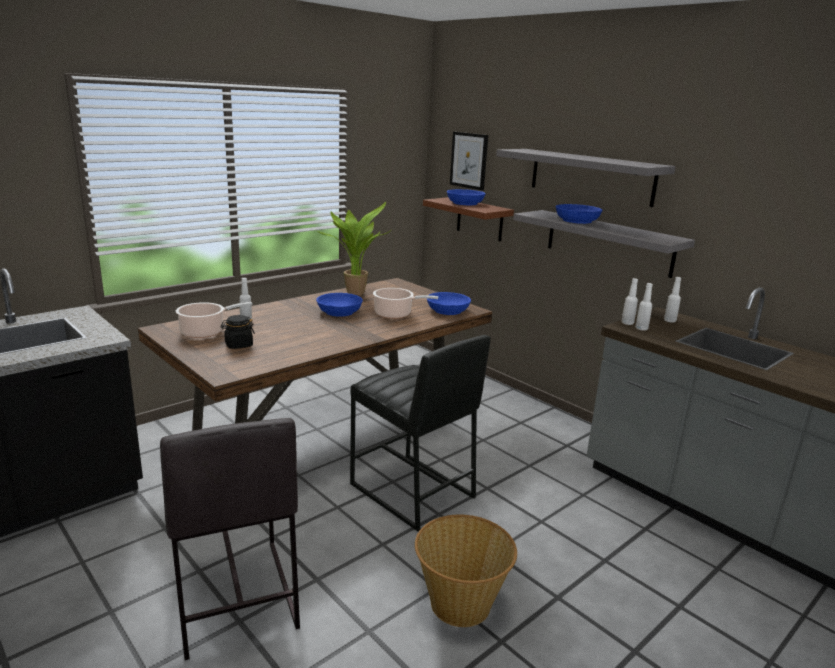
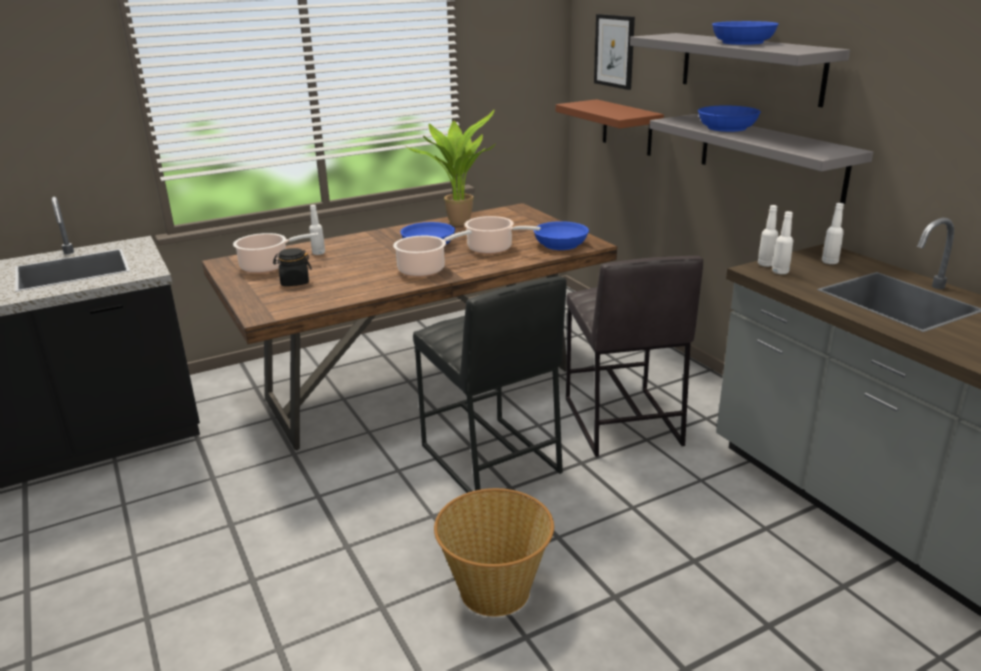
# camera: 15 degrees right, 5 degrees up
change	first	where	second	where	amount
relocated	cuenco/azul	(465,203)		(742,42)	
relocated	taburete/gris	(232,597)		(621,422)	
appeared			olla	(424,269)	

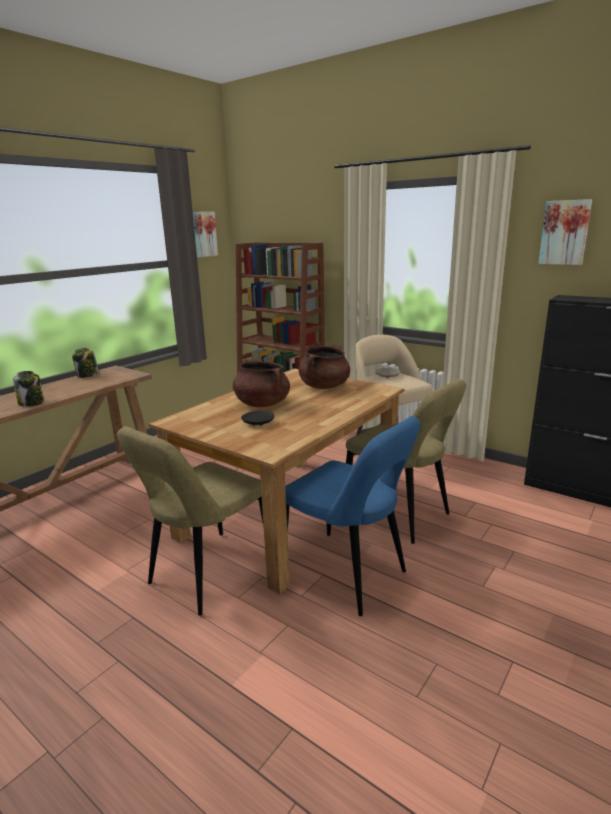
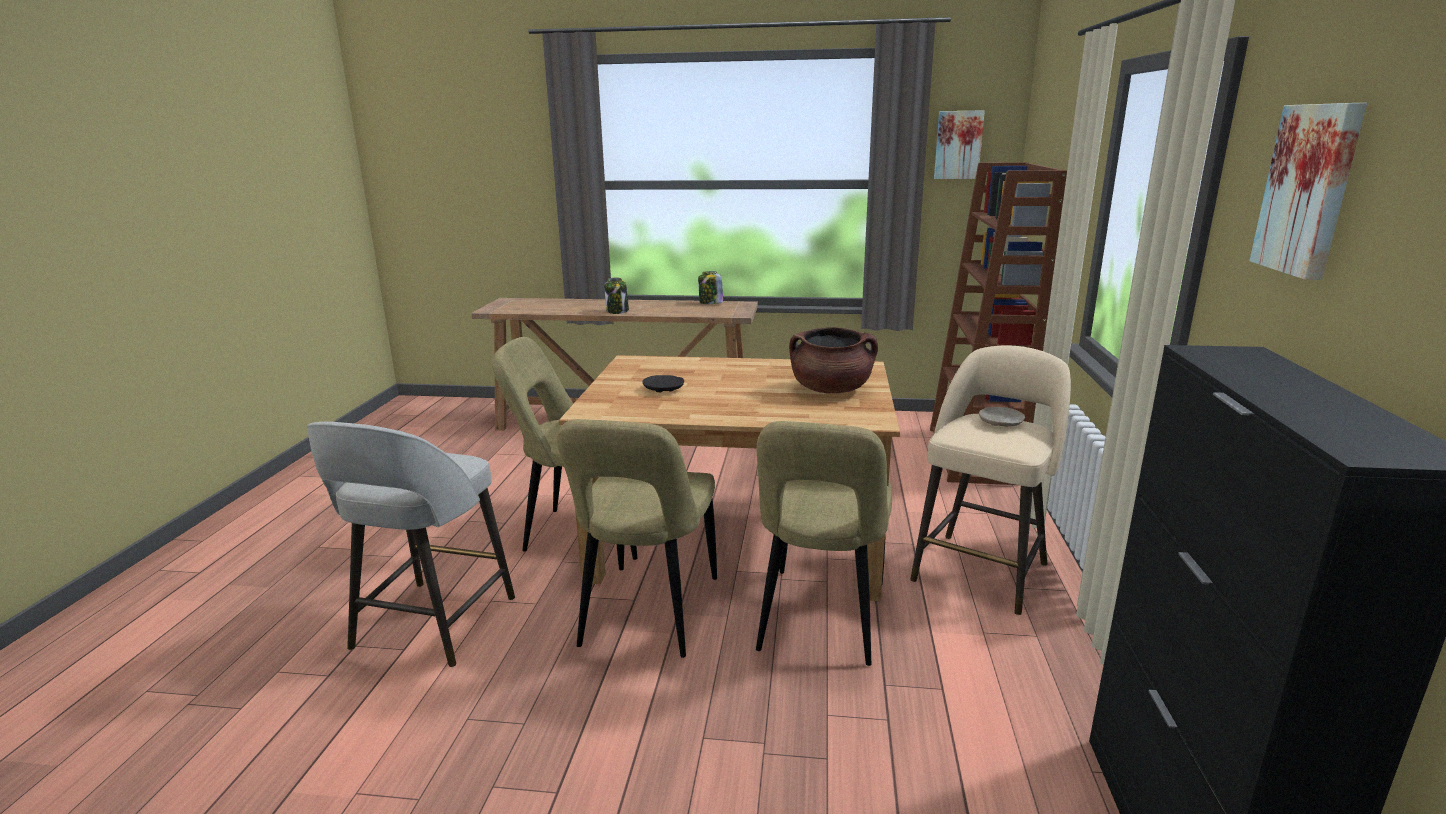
# camera: 60 degrees right, 0 degrees up
change	first	where	second	where	amount
missing	olla/marrón	(262,404)			
colour	silla/azul	(347,574)	silla/beis	(647,615)	
appeared			taburete/gris	(431,625)	

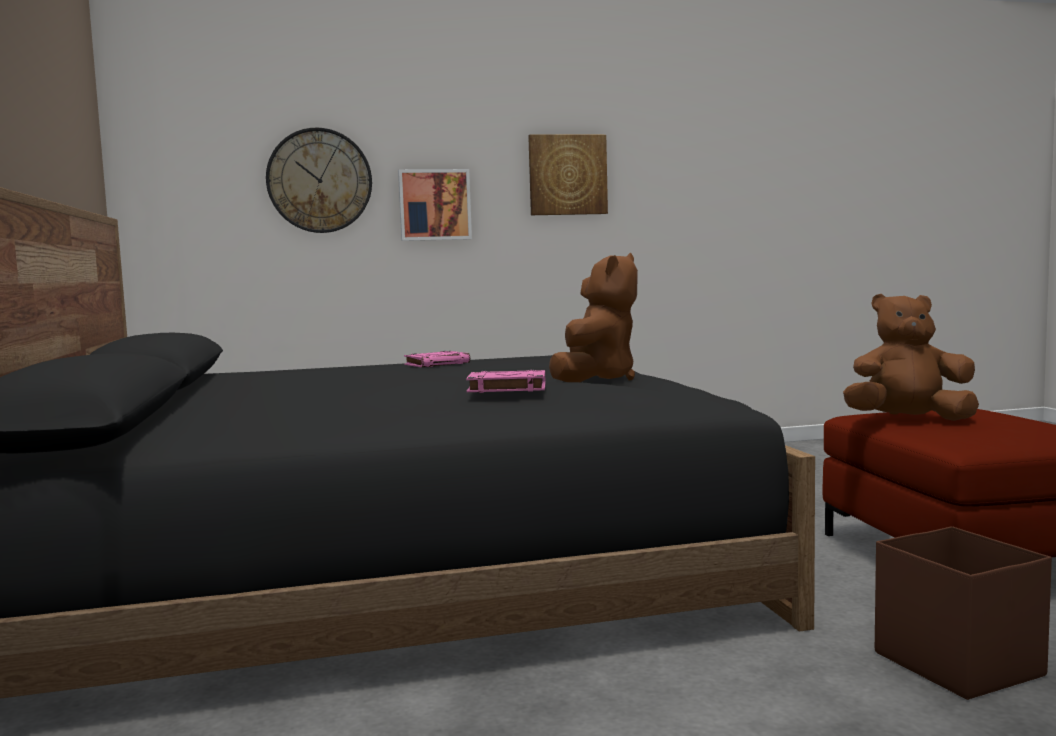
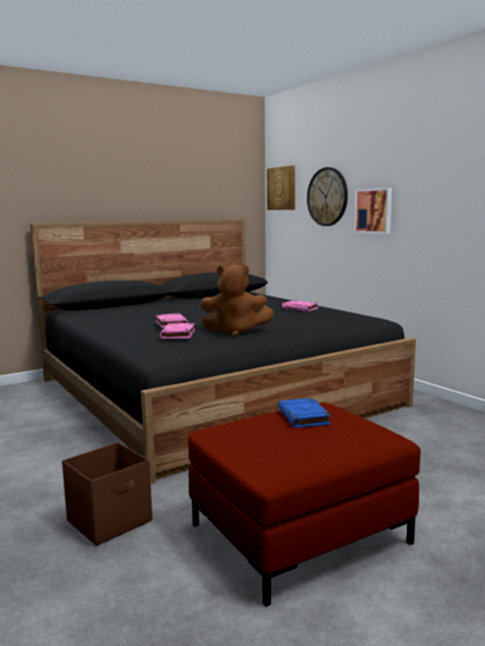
# camera: 70 degrees right, 5 degrees up
change	first	where	second	where	amount
relocated	cuadro	(567,175)		(282,188)	
exchanged	peluche/marrón	(908,420)	libro/azul	(304,417)	
appeared			libro/rosa	(178,334)	

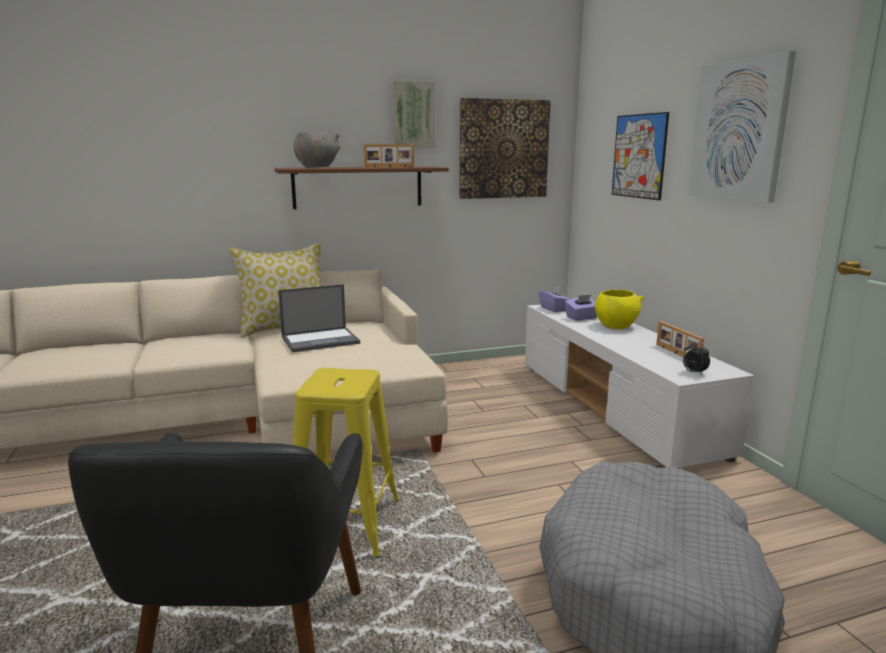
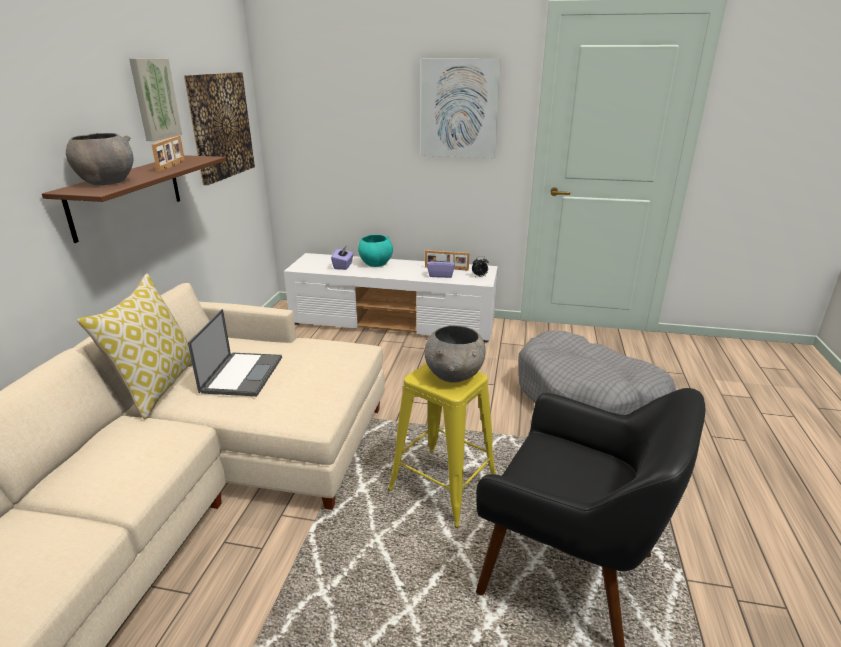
# camera: 60 degrees left, 10 degrees up
change	first	where	second	where	amount
missing	cuadro	(639,156)			
relocated	caja de pañuelos/morado	(554,309)		(440,275)	
colour	cuenco/amarillo	(615,326)	cuenco/turquesa	(375,264)	
appeared			cuenco/gris	(454,376)	

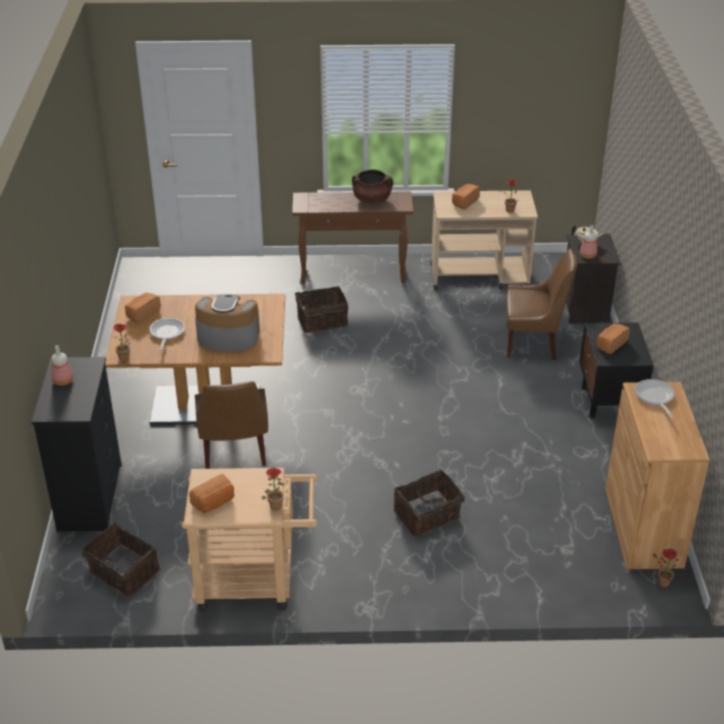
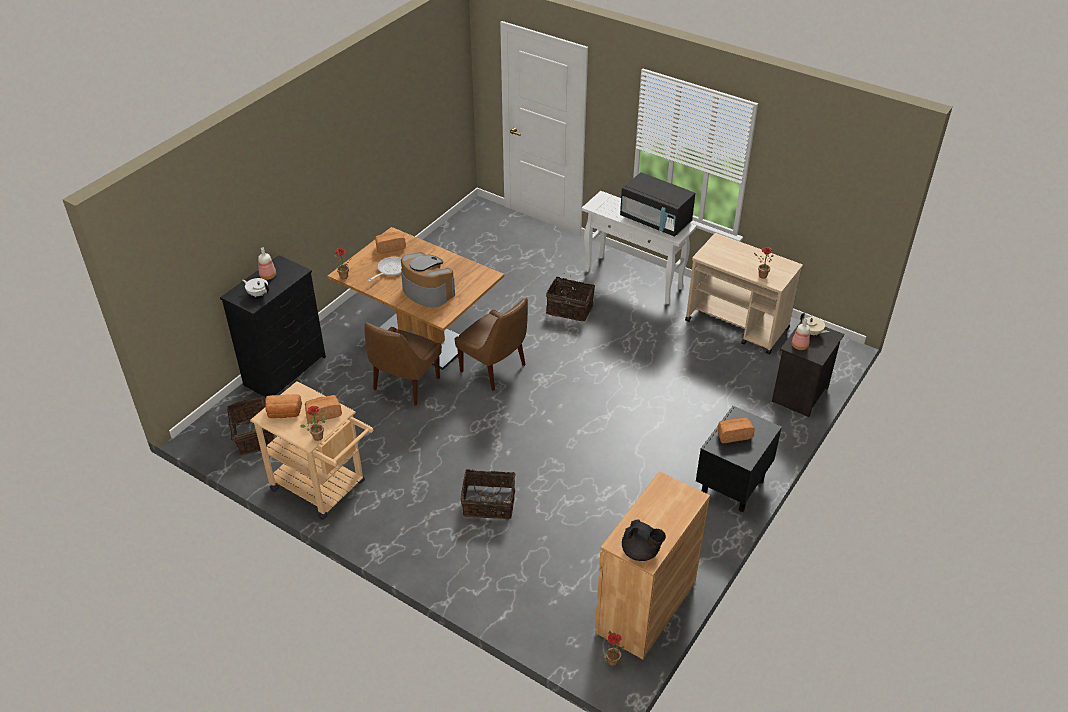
# camera: 35 degrees right, 5 degrees up
change	first	where	second	where	amount
exchanged	olla/marrón	(372,200)	microondas/negro	(655,221)	
relocated	pan	(464,202)		(323,414)	
colour	mesa consola/marrón	(353,274)	mesa consola/blanco	(634,279)	
relocated	silla/marrón	(533,343)		(495,369)	
missing	sartén	(655,397)			
appeared			tetera/blanco	(258,294)	
appeared			tetera/negro	(641,552)	

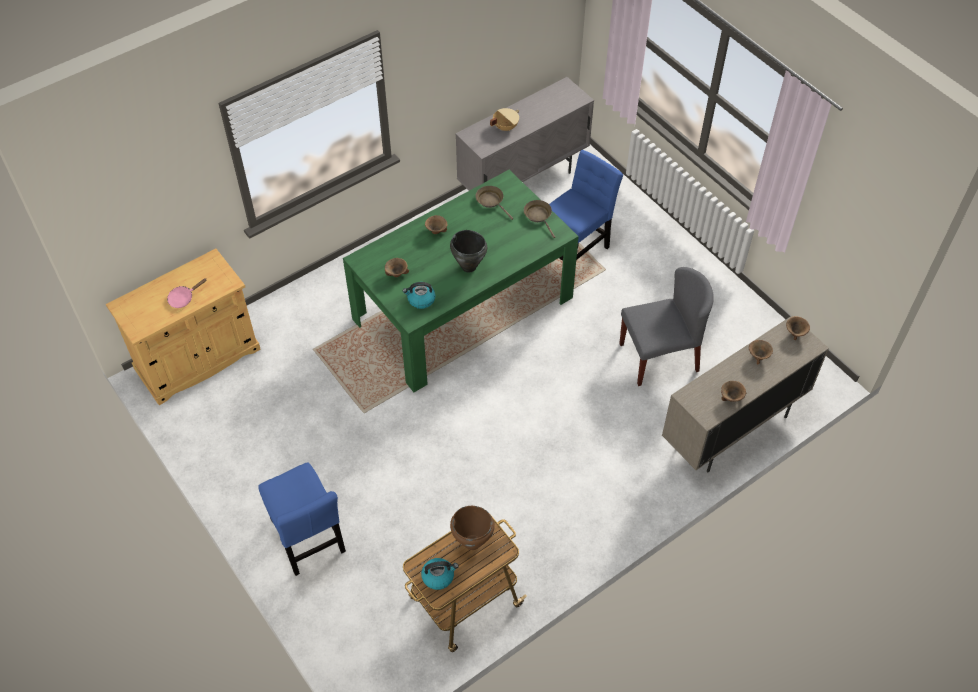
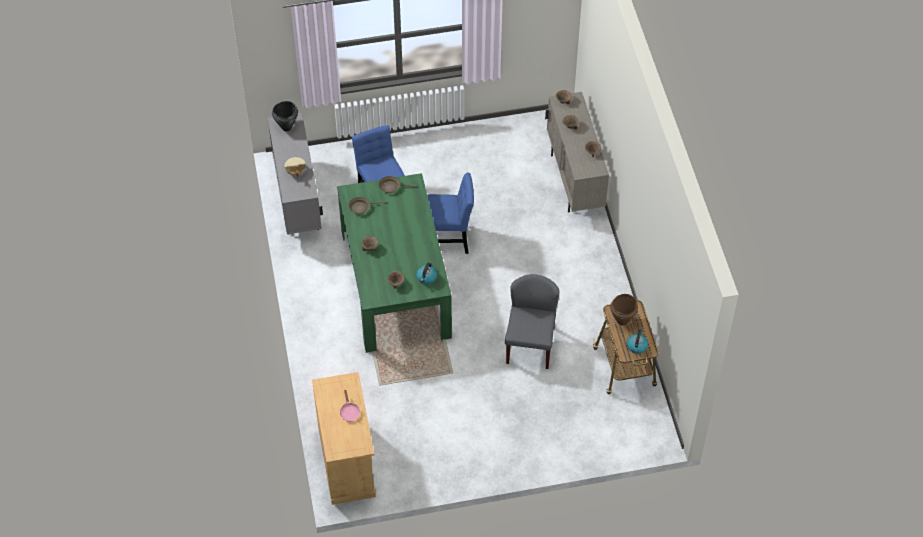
# camera: 65 degrees left, 0 degrees up
change	first	where	second	where	amount
relocated	olla/negro	(468,266)		(286,127)	
relocated	silla/gris	(659,357)		(530,345)	
relocated	silla/azul	(308,539)		(447,240)	

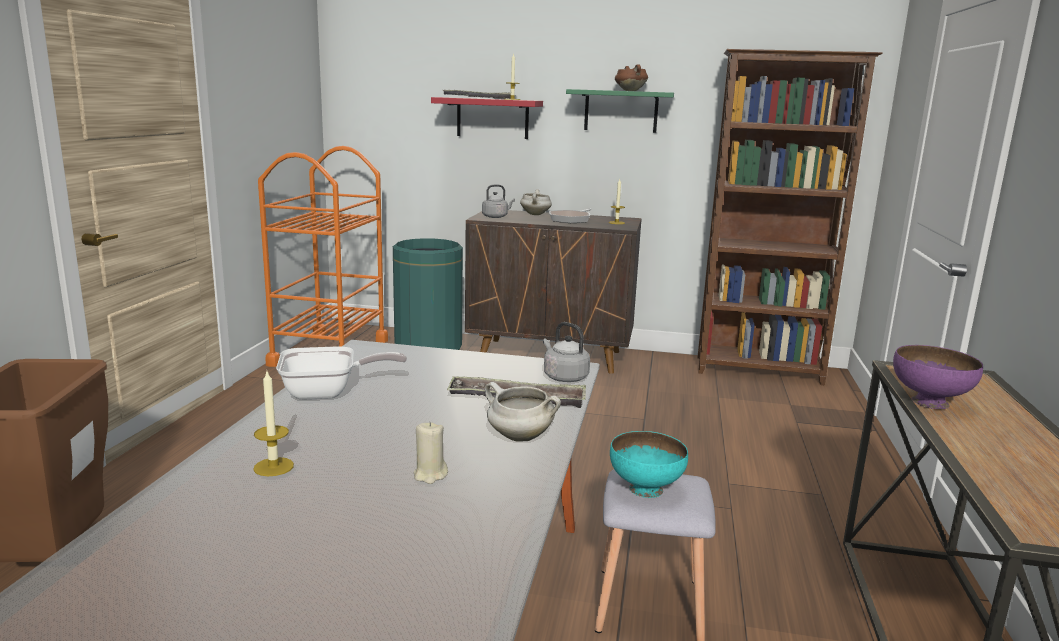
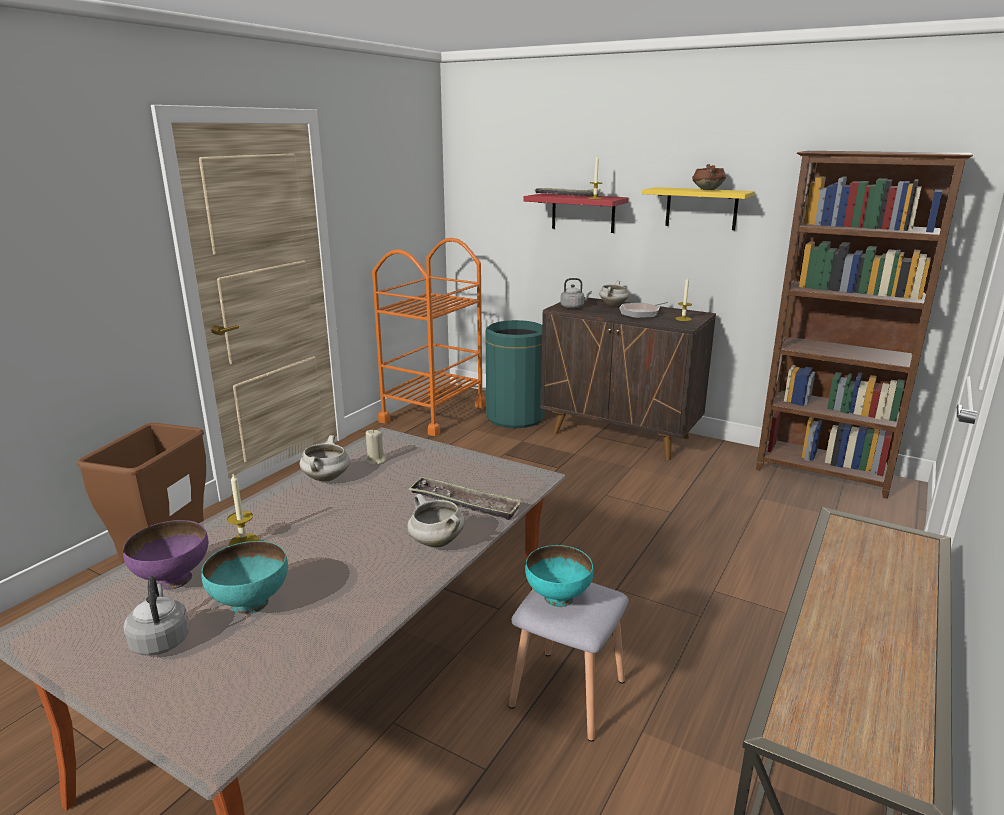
# camera: 20 degrees right, 5 degrees up
change	first	where	second	where	amount
colour	estante/verde	(621,111)	estante/amarillo	(701,208)	
relocated	hervidor/gris	(564,377)		(161,640)	
relocated	cuenco/morado	(928,402)		(173,579)	
exchanged	sartén	(328,393)	olla/blanco	(326,478)	
relocated	vela/beis	(430,475)		(375,461)	
appeared			cuenco/turquesa	(250,604)	

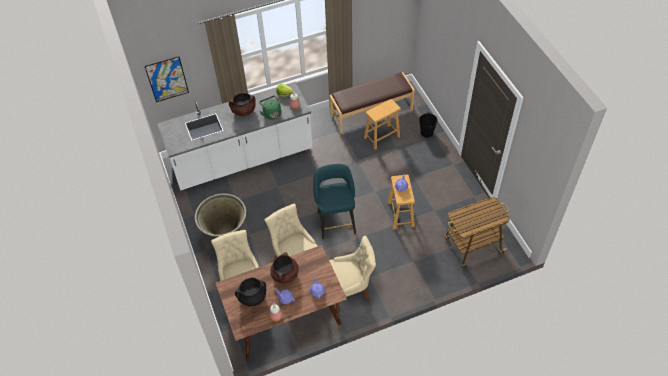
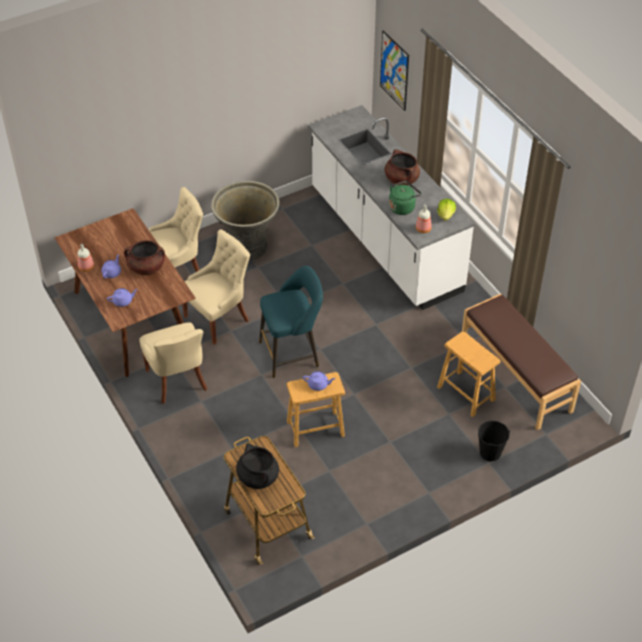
# camera: 80 degrees right, 5 degrees down
change	first	where	second	where	amount
relocated	olla/negro	(252,297)		(257,477)	

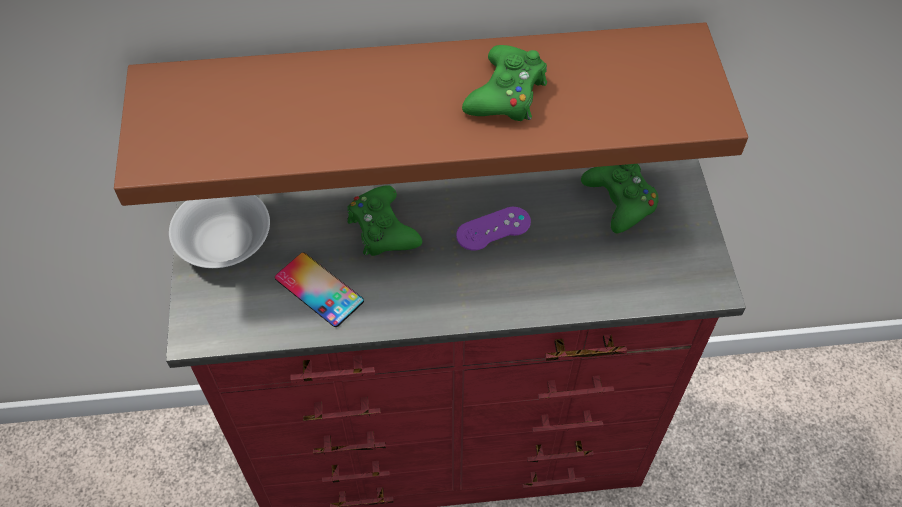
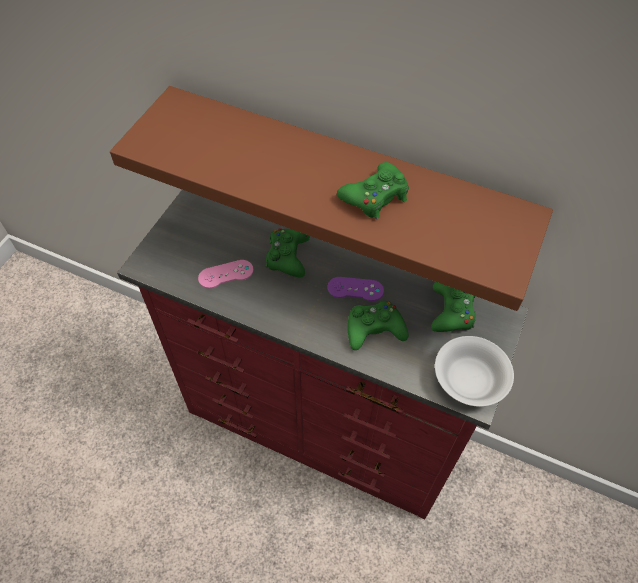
# camera: 30 degrees right, 0 degrees up
change	first	where	second	where	amount
relocated	cuenco/blanco	(223,242)		(468,379)	
exchanged	móvil	(319,289)	mando de consola/rosa	(226,274)	
appeared			mando de consola/verde	(374,329)	

